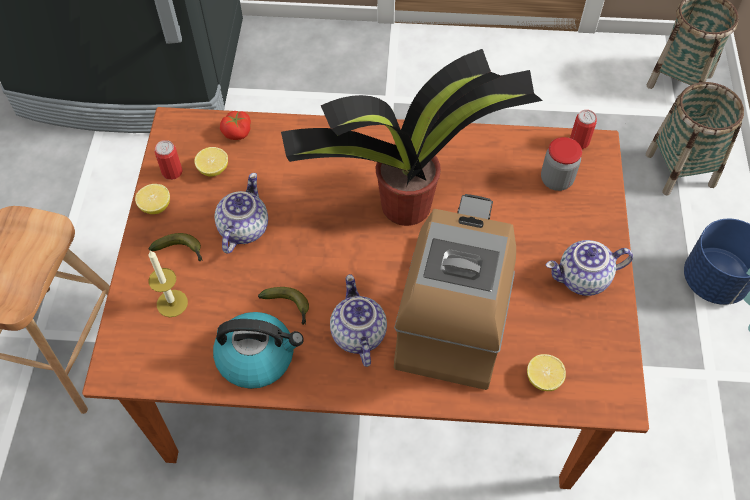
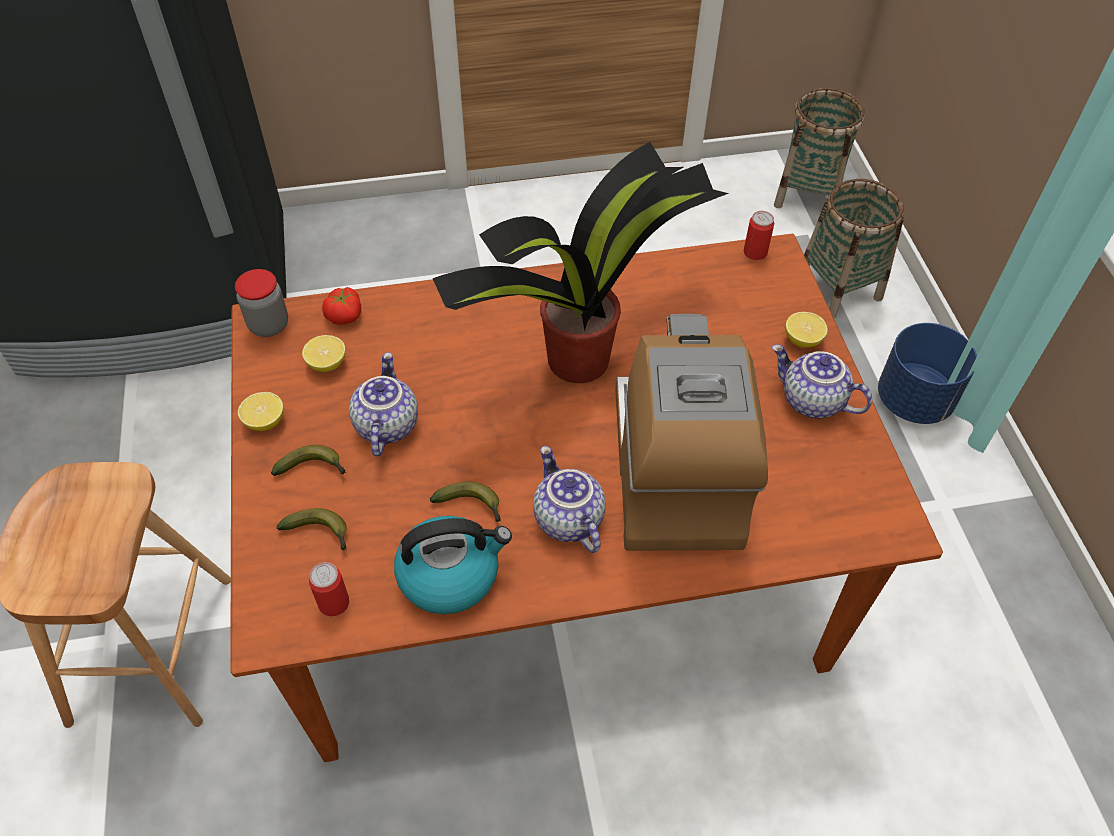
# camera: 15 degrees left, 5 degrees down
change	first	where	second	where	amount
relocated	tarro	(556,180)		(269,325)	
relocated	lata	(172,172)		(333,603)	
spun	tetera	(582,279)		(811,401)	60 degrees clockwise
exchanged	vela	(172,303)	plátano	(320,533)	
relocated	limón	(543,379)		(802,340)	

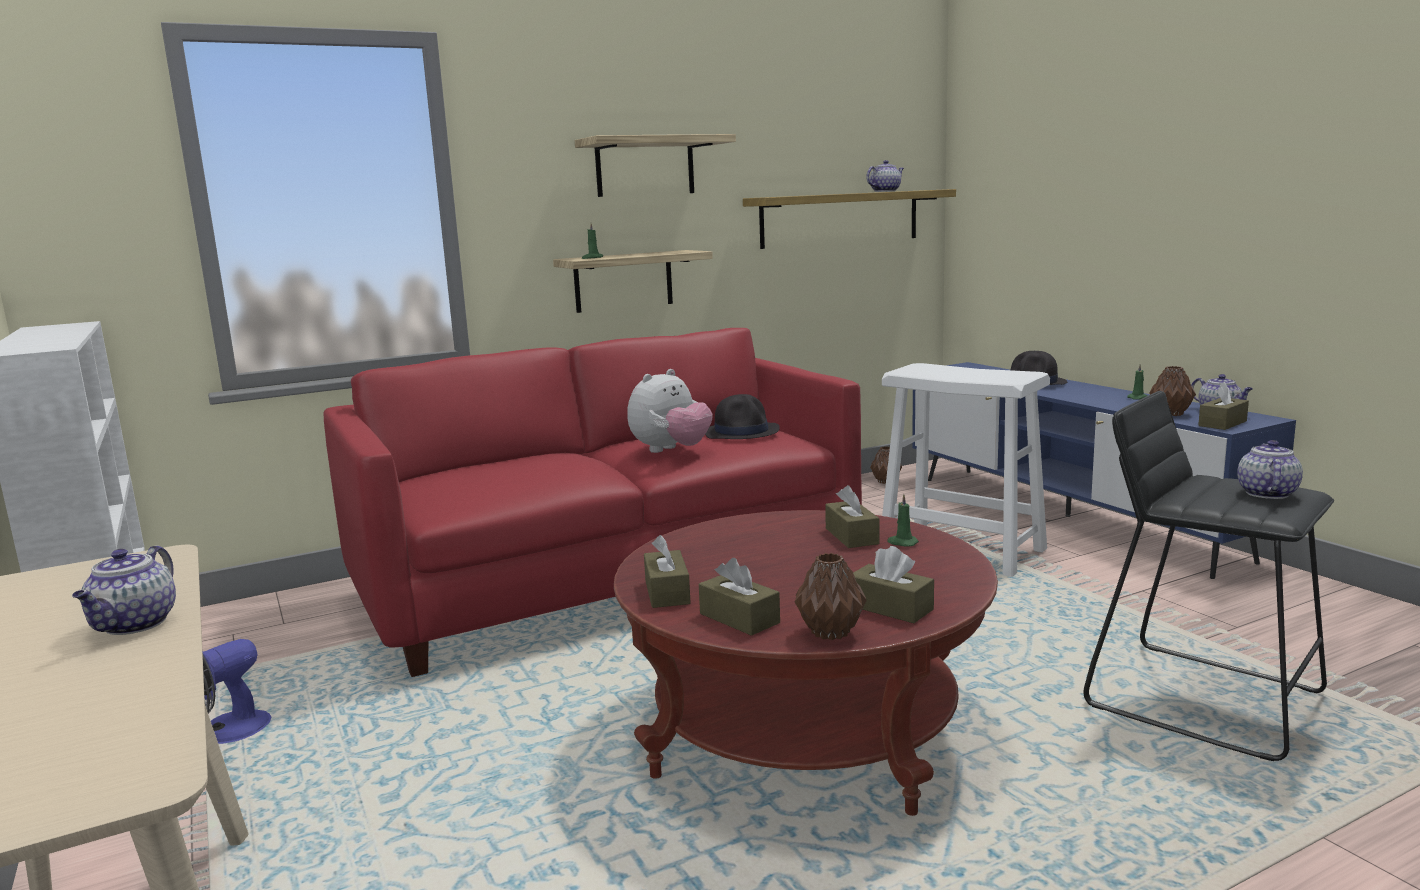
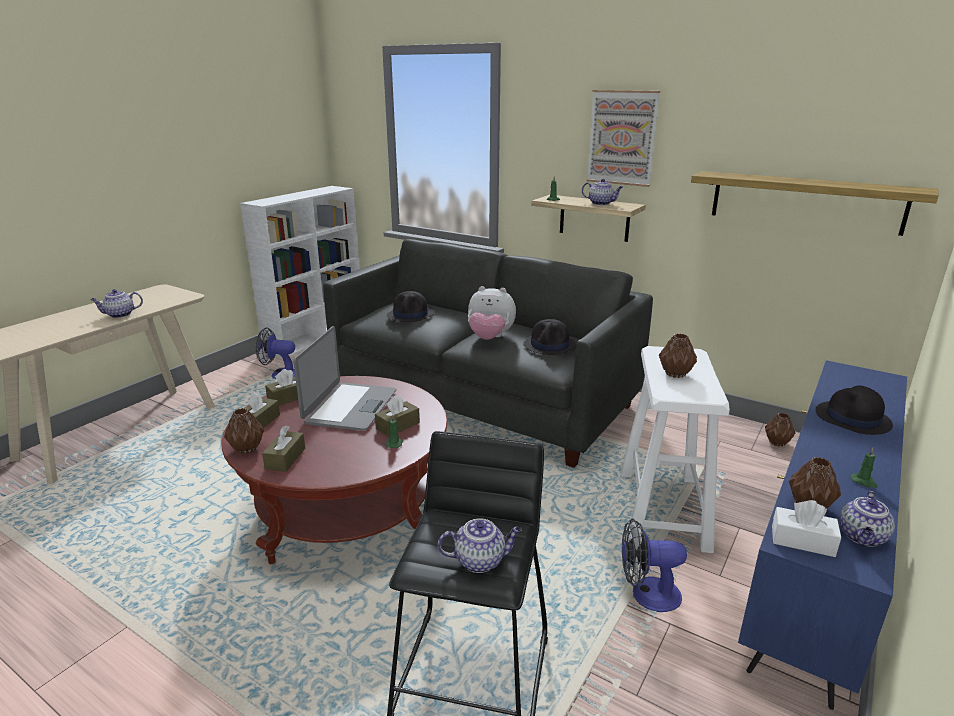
# camera: 60 degrees right, 10 degrees up
change	first	where	second	where	amount
exchanged	estante	(645,167)	cuadro	(622,138)	
relocated	tetera	(885,191)		(601,203)	
colour	sofá/rojo	(609,581)	sofá/gris	(483,398)	
colour	caja de pañuelos/marrón	(1222,423)	caja de pañuelos/blanco	(802,541)	
appeared			sombrero/negro	(411,315)	
appeared			portátil	(350,407)	
appeared			florero/marrón	(675,374)	
appeared			ventilador	(646,594)	

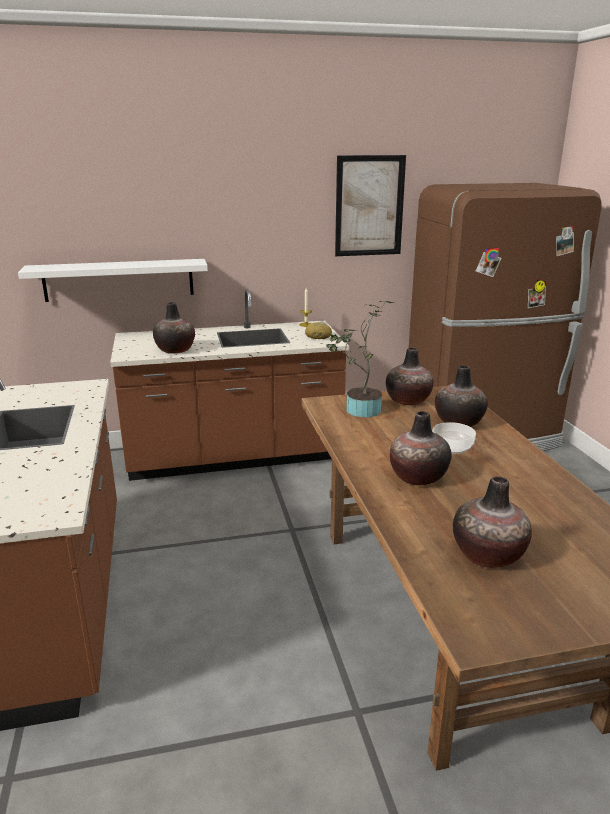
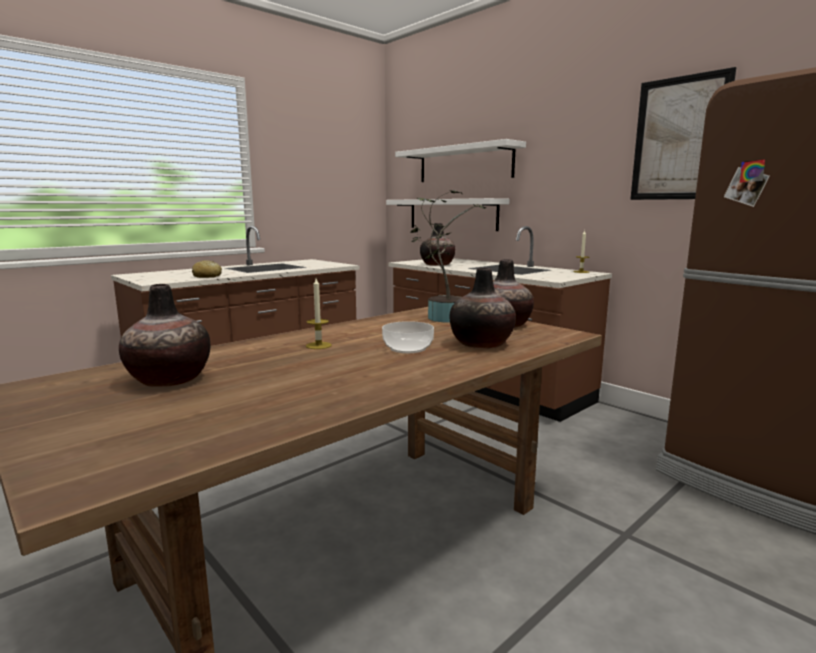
# camera: 60 degrees right, 10 degrees down
change	first	where	second	where	amount
relocated	pan	(318,337)		(207,276)	
exchanged	florero	(418,477)	vela	(318,345)	
appeared			estante/blanco	(464,164)	

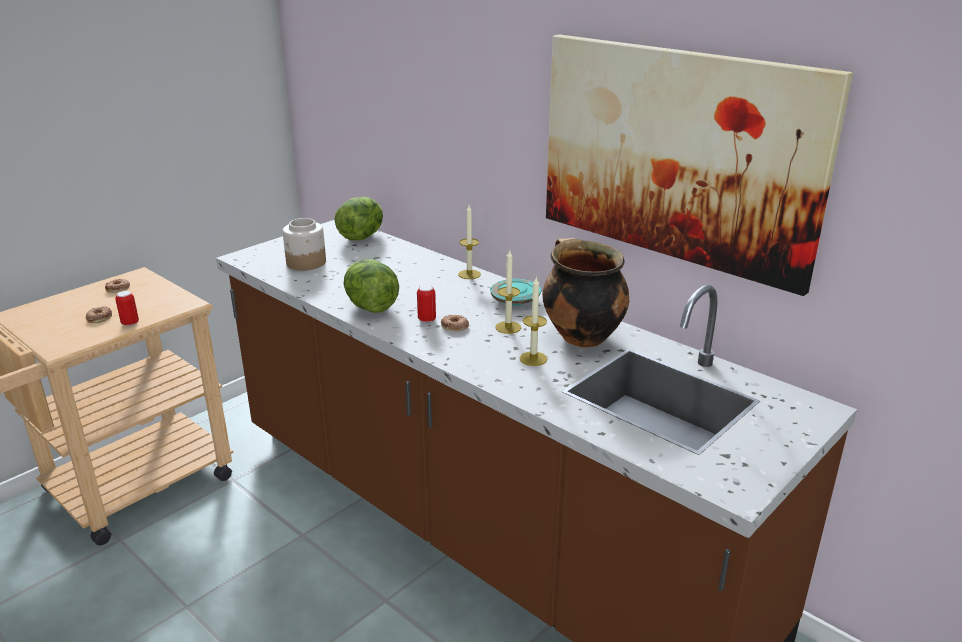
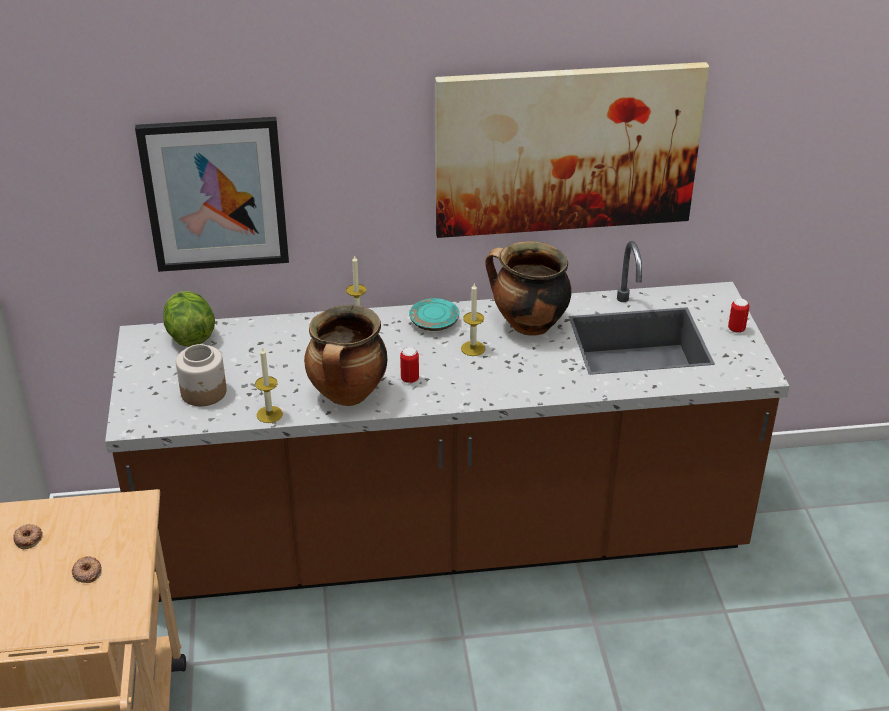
# camera: 50 degrees left, 10 degrees up
change	first	where	second	where	amount
exchanged	lechuga	(371,306)	olla	(348,396)	
relocated	vela	(533,358)		(269,414)	
relocated	lata	(130,323)		(736,329)	
missing	rosquilla	(454,326)			
appeared			cuadro	(215,194)	

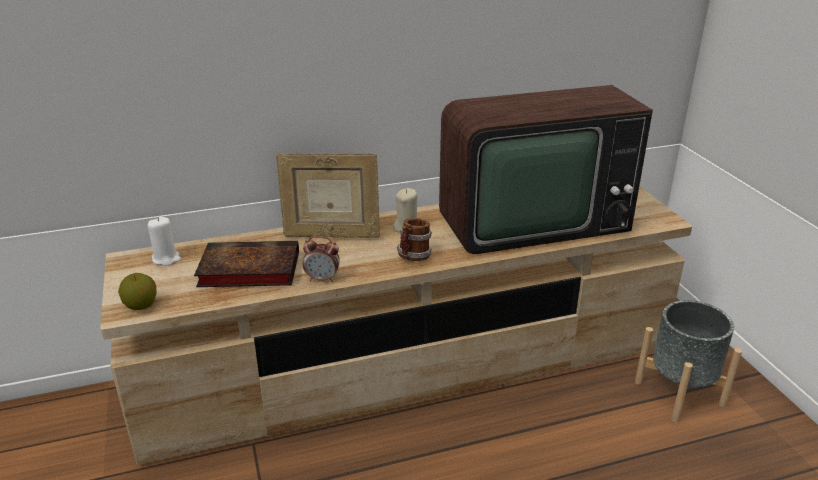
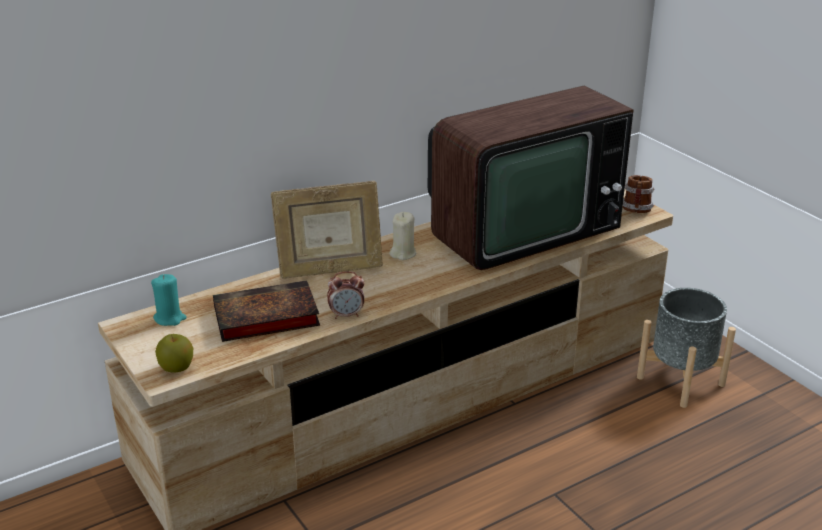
# camera: 15 degrees left, 0 degrees up
change	first	where	second	where	amount
colour	vela/blanco	(166,259)	vela/turquesa	(170,318)	
relocated	taza grande	(413,257)		(636,211)	

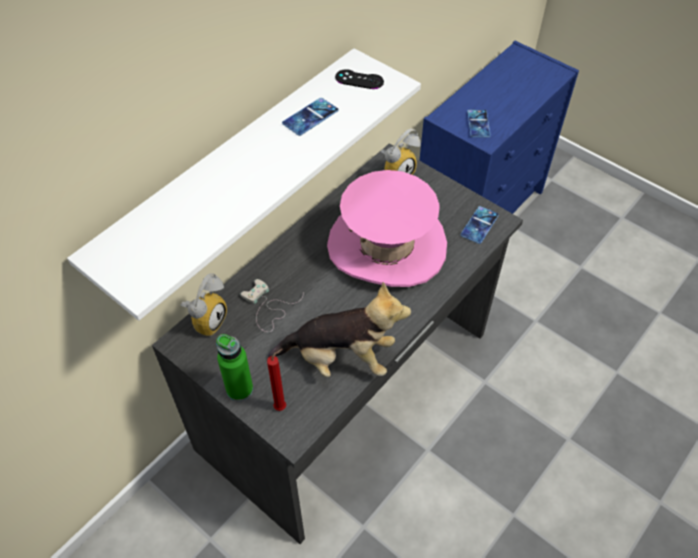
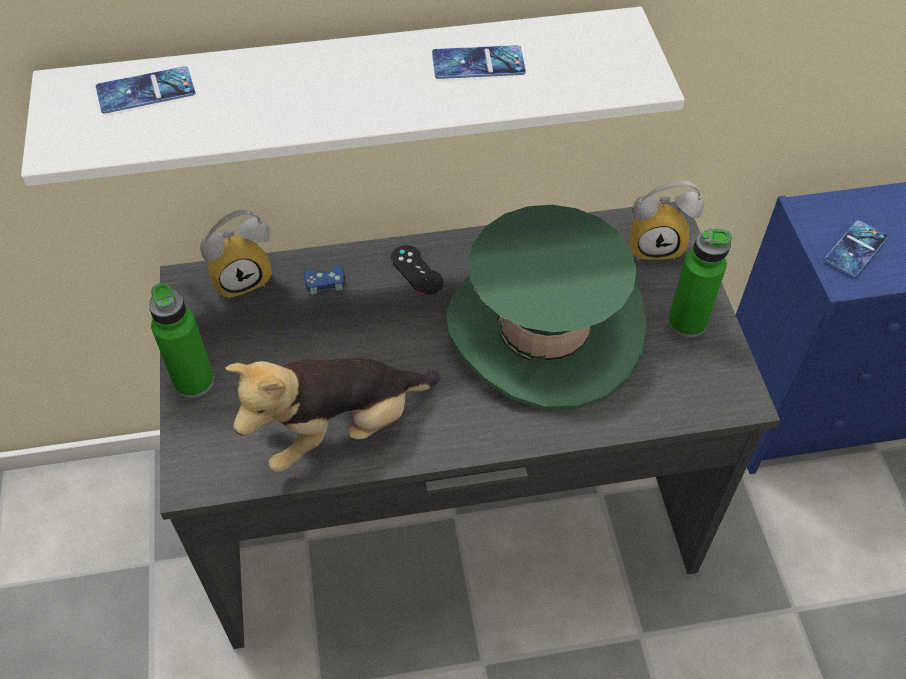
# camera: 40 degrees right, 0 degrees up
change	first	where	second	where	amount
relocated	mando de consola/negro	(359,79)		(416,270)	
colour	sombrero/rosa	(386,245)	sombrero/verde	(544,329)	
relocated	móvil	(479,225)		(146,91)	
colour	mando de consola/blanco	(268,307)	mando de consola/azul	(322,308)	
spun	peluche	(341,358)		(341,429)	105 degrees clockwise
missing	vela/rojo	(282,406)			
appeared			botella/verde	(687,322)	

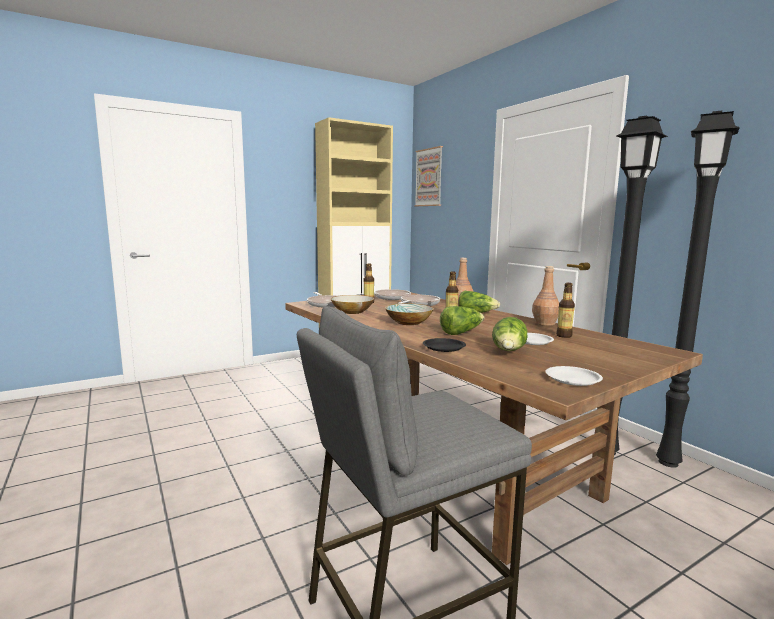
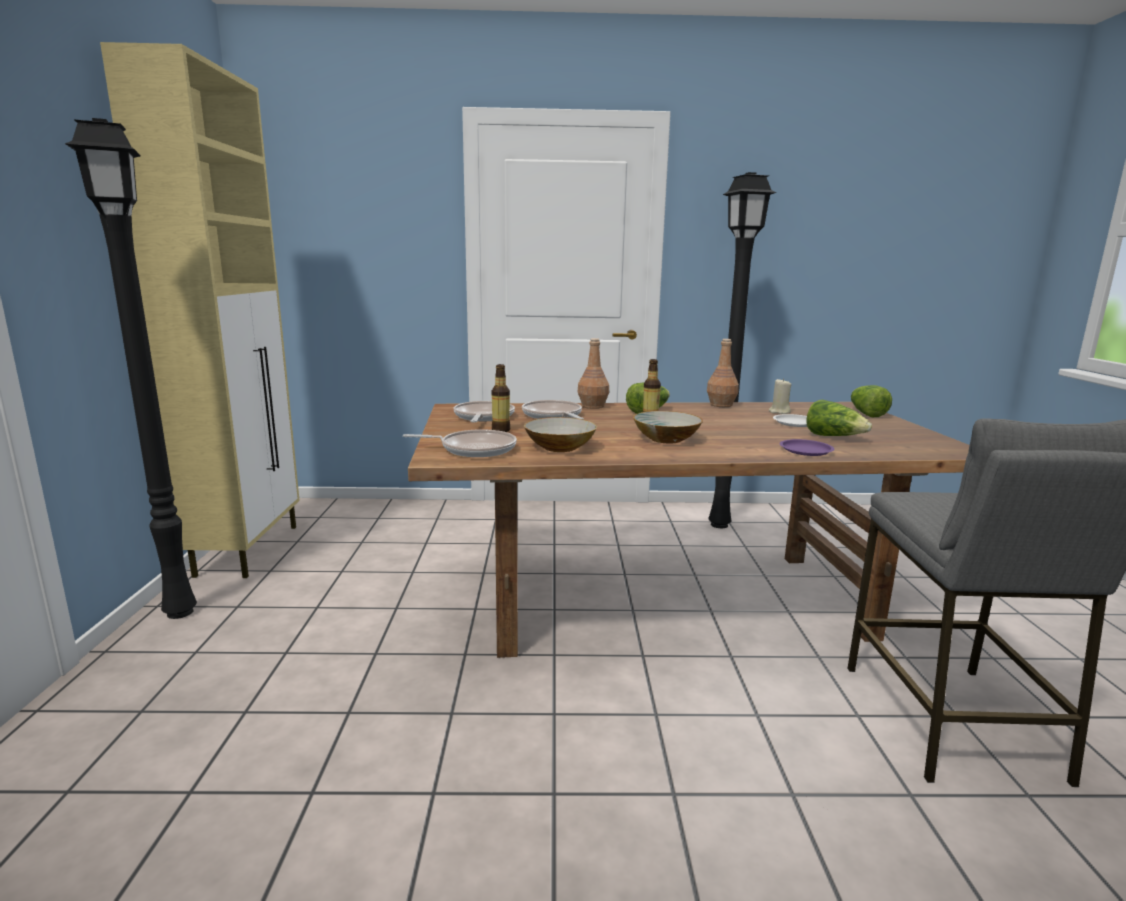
# camera: 60 degrees left, 5 degrees up
change	first	where	second	where	amount
relocated	lámpara de pie/negro	(670,462)		(182,611)	
missing	cuadro	(429,177)			
exchanged	botella	(564,336)	vela/beis	(779,412)	
relocated	lechuga	(461,332)		(866,413)	
colour	plato/negro	(444,347)	plato/morado	(805,450)	
missing	plato/blanco	(573,379)			

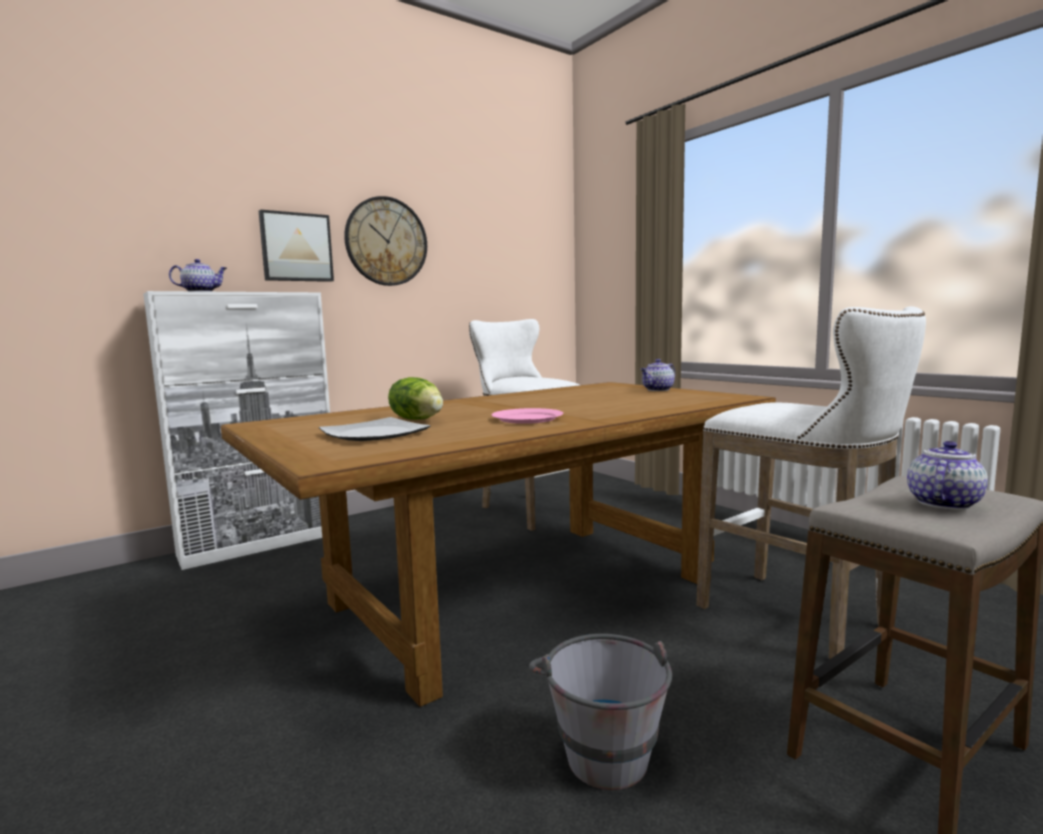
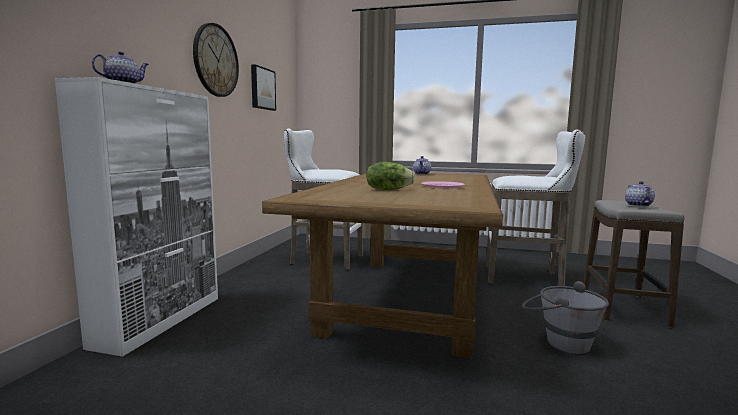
# camera: 40 degrees left, 0 degrees up
change	first	where	second	where	amount
relocated	cuadro	(296,247)		(262,88)	
missing	plato	(375,434)			

